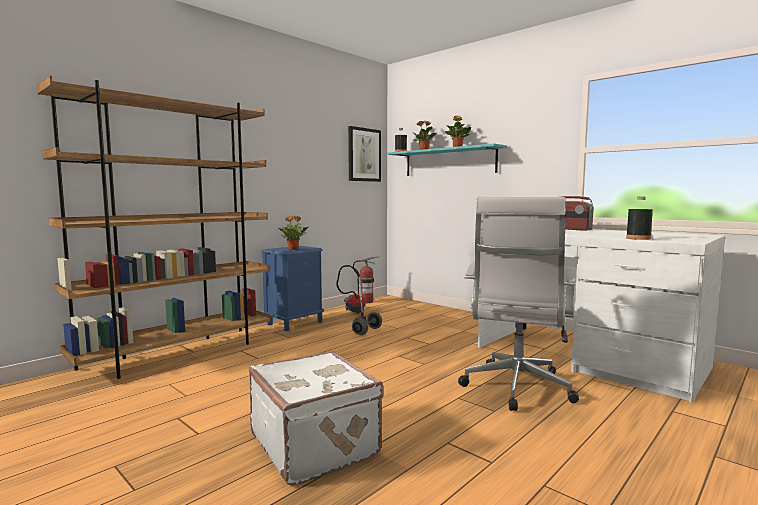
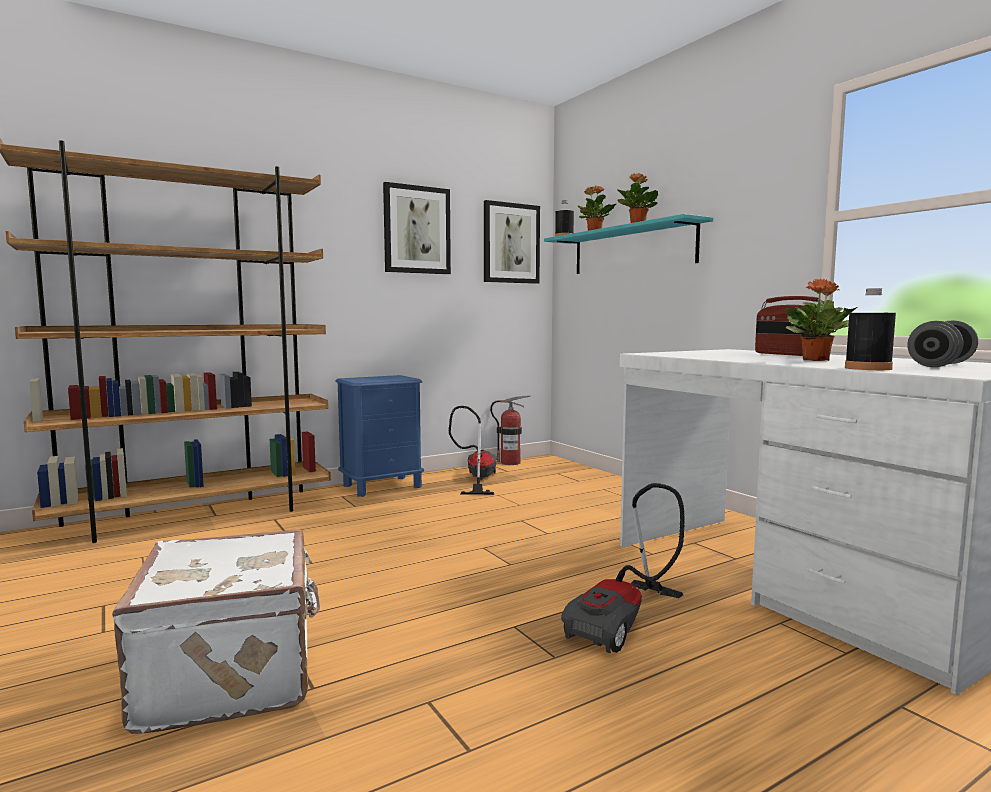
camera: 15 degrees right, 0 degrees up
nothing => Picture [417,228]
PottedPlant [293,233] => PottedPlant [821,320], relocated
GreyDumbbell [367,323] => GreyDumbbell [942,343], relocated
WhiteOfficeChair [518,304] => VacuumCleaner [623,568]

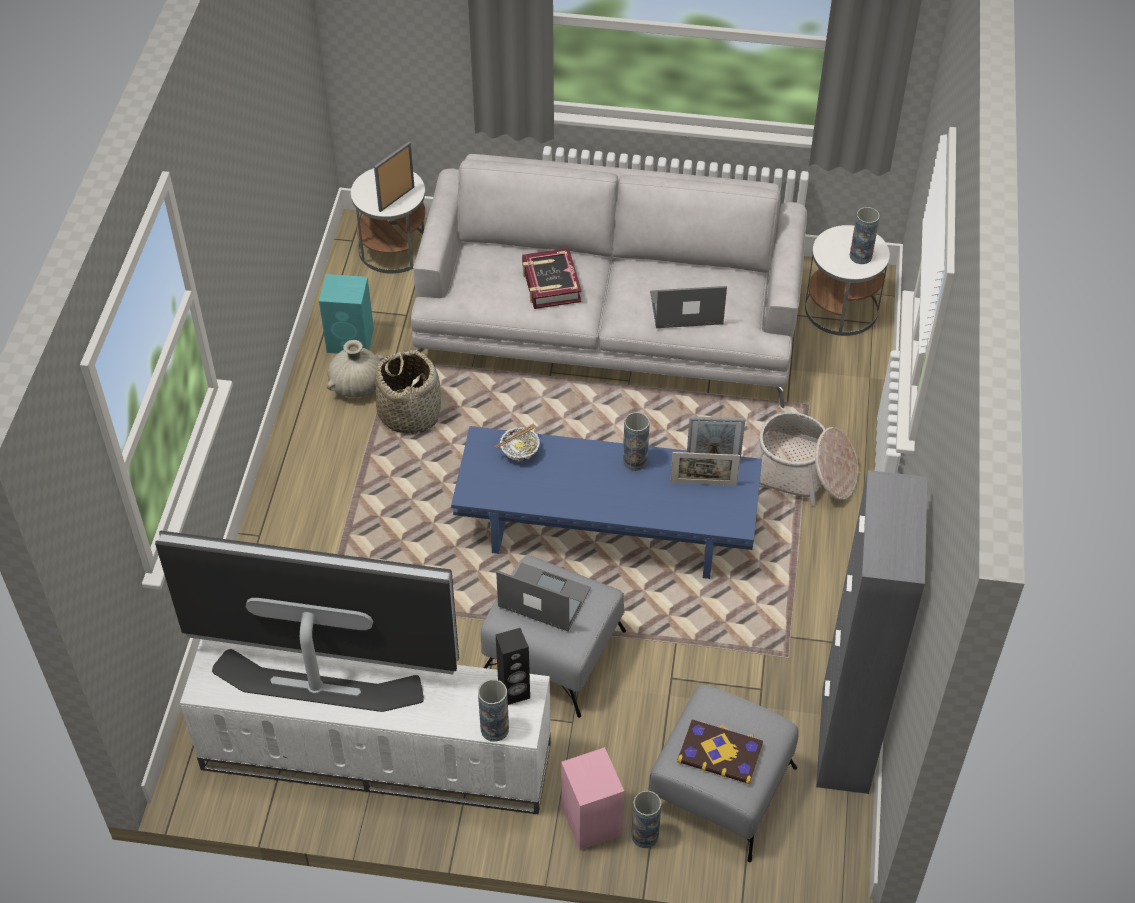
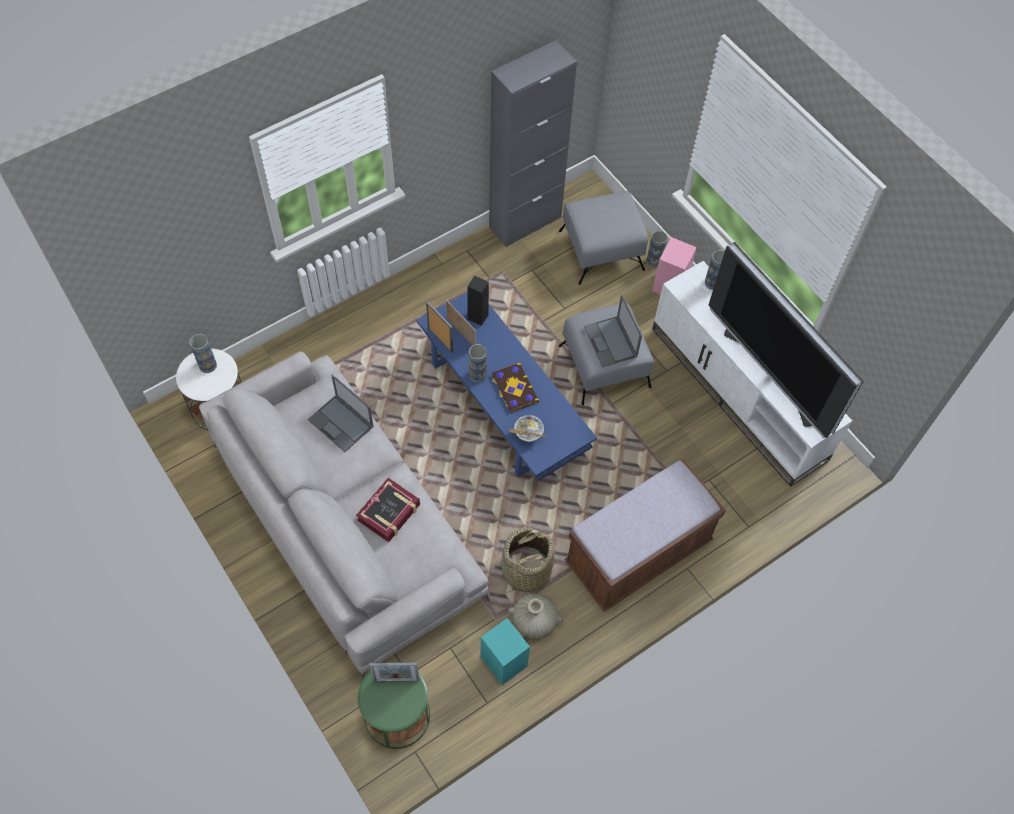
camera: 135 degrees left, 10 degrees up
Basket [804,459] => nothing
nothing => BrownBench [645,536]
BlackSpeaker [513,666] => BlackSpeaker [478,300], relocated
Book [720,751] => Book [515,388], relocated
WhiteSideTable [388,221] => GreenSideTable [394,705]

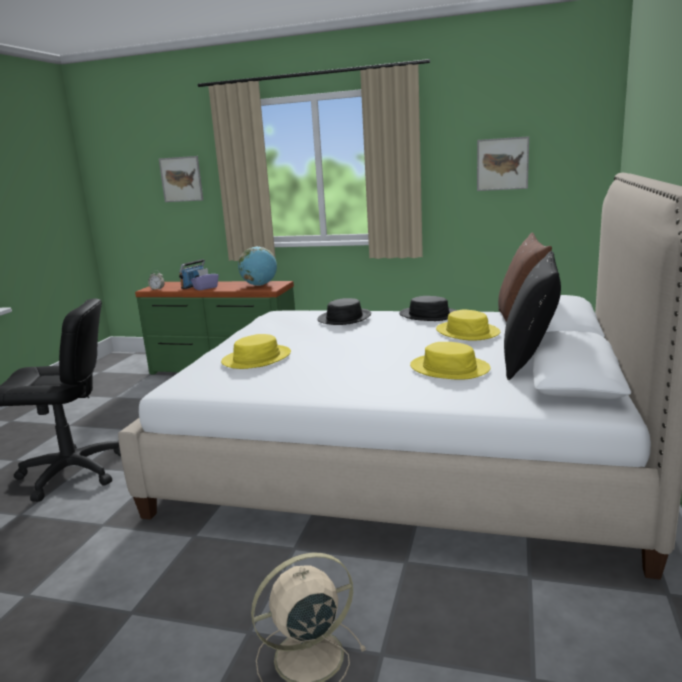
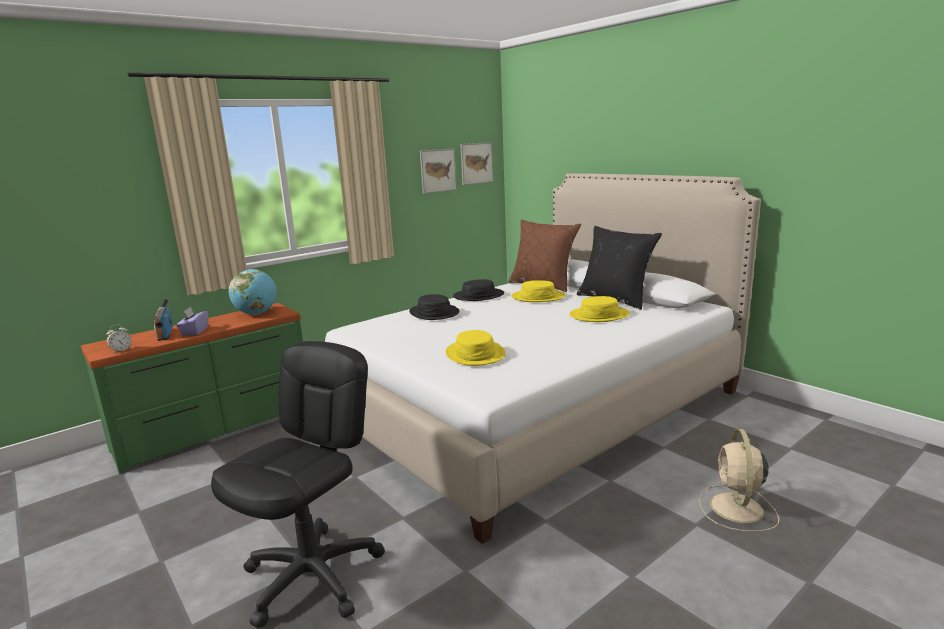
camera: 55 degrees left, 0 degrees up
Picture [181,179] => Picture [476,163], relocated

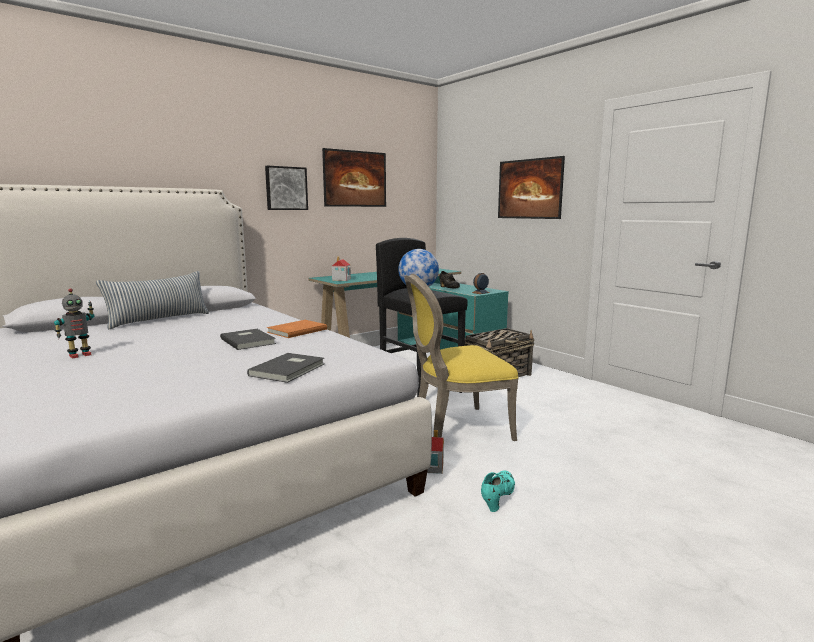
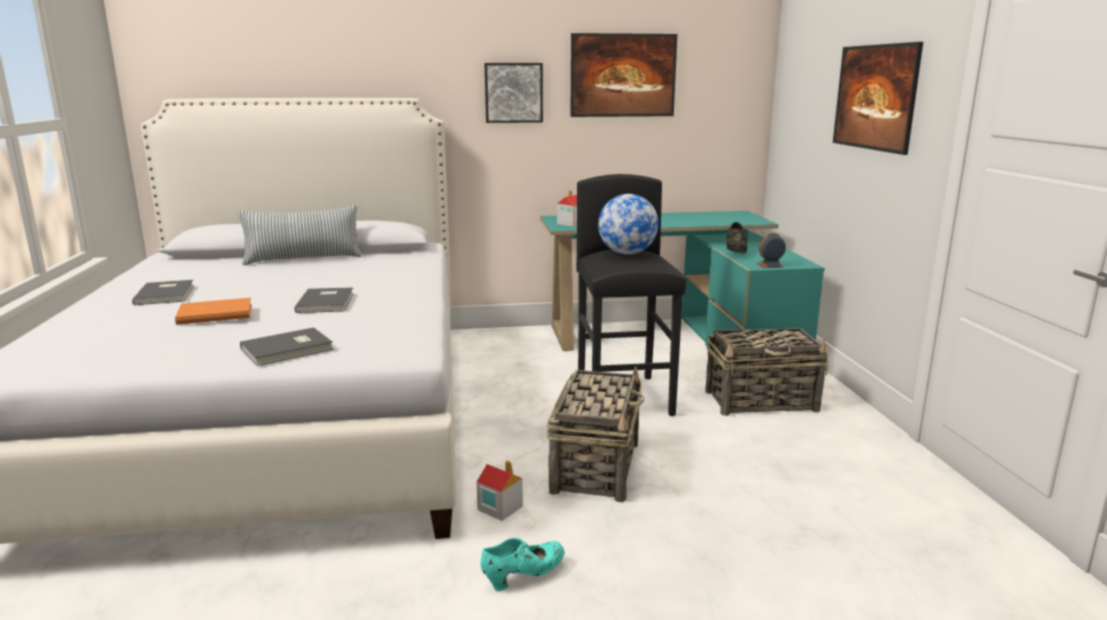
camera: 30 degrees right, 5 degrees up
OrangeBook [297,329] => OrangeBook [213,311], relocated
ToyRobot [74,323] => GreyBook [163,292]
YellowChair [461,357] => Basket [595,434]

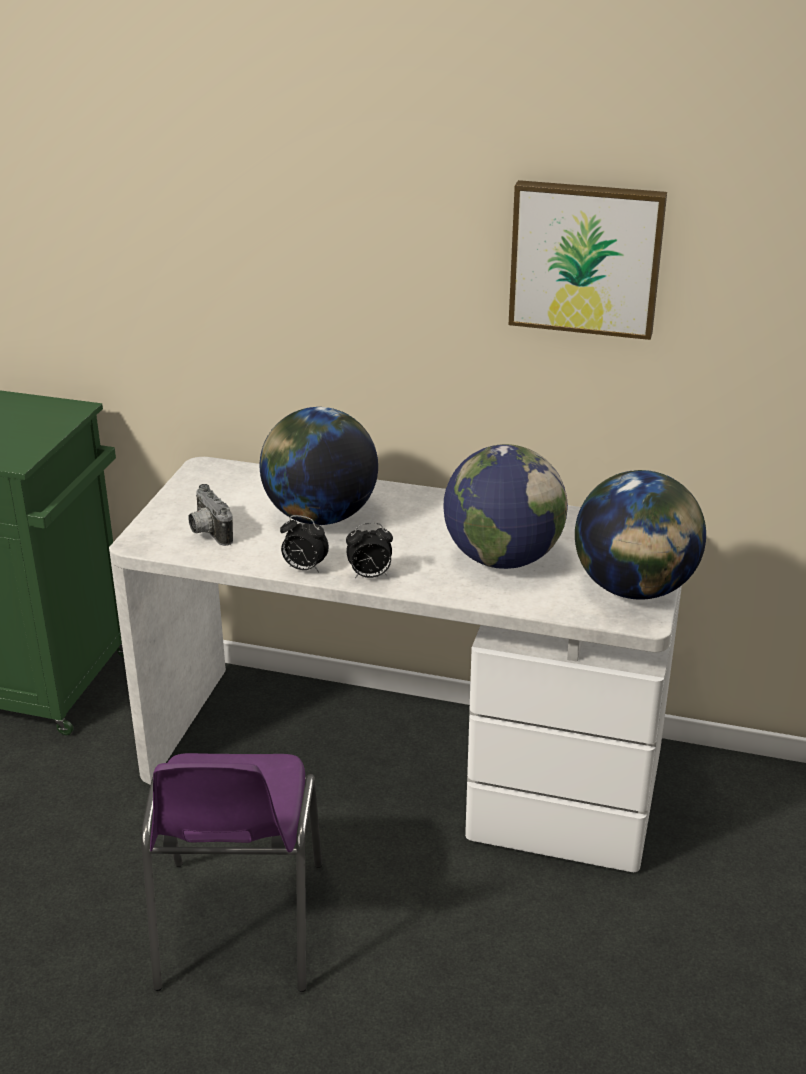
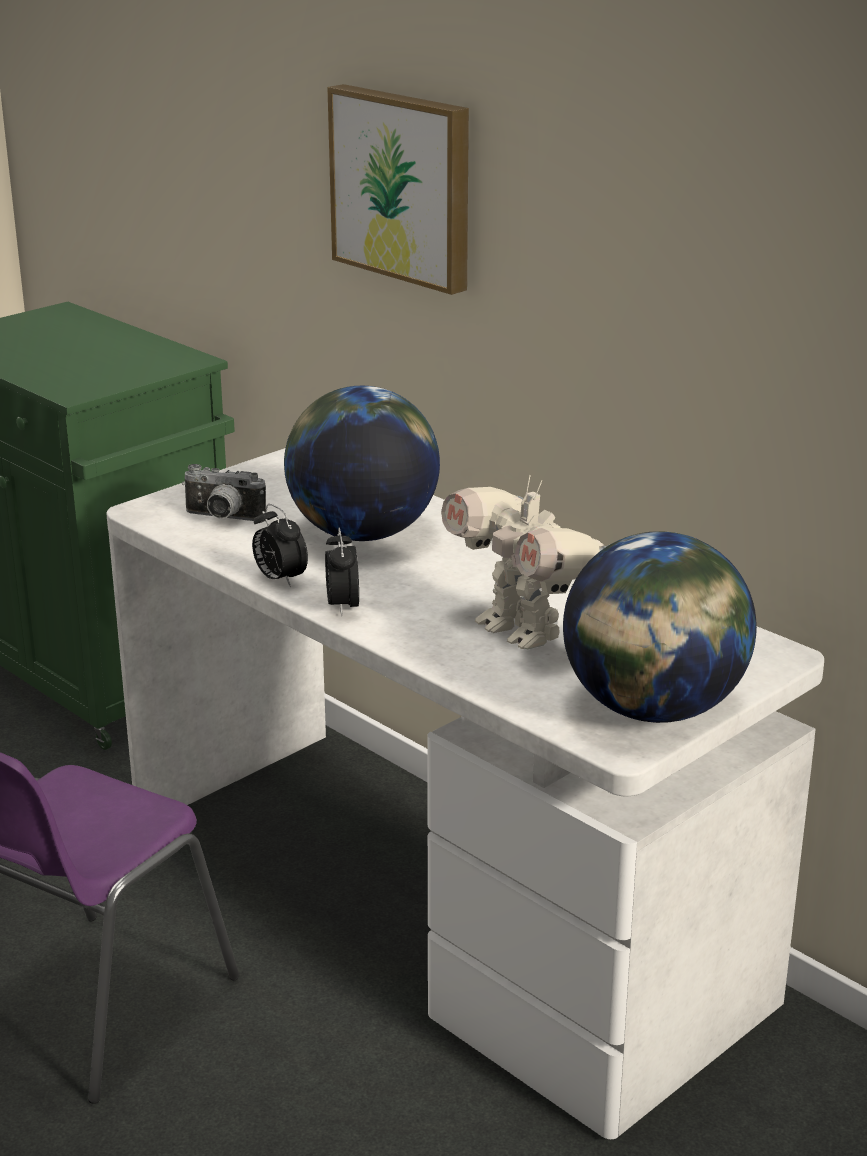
camera: 30 degrees right, 5 degrees down
Picture [588,260] => Picture [398,189], relocated
Globe [505,506] => ToyRobot [525,562]
PhotoCamera [210,515] => PhotoCamera [224,492], 75 degrees counterclockwise
AlarmClock [369,550] => AlarmClock [342,571], 60 degrees clockwise

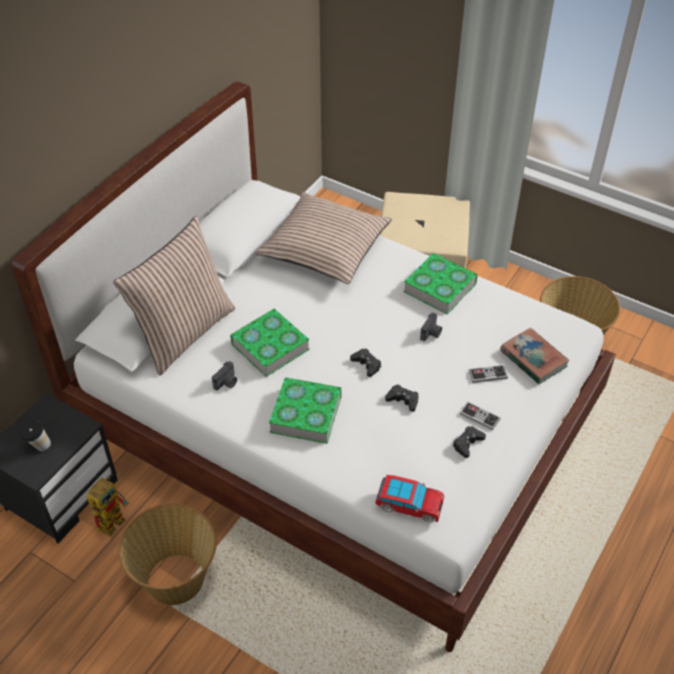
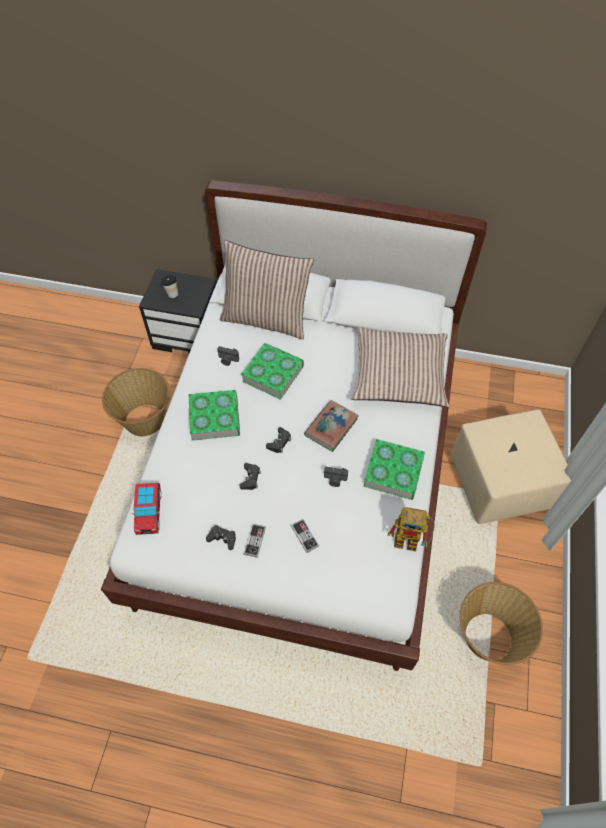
camera: 70 degrees right, 10 degrees up
ToyRobot [108,506] => ToyRobot [411,529], relocated
Book [535,356] => Book [331,426], relocated

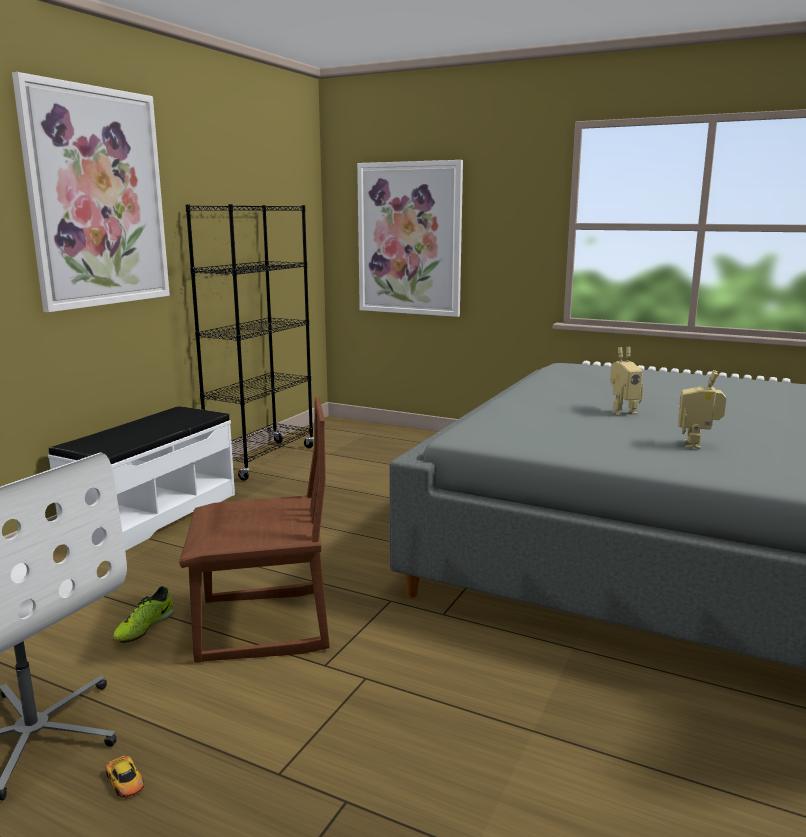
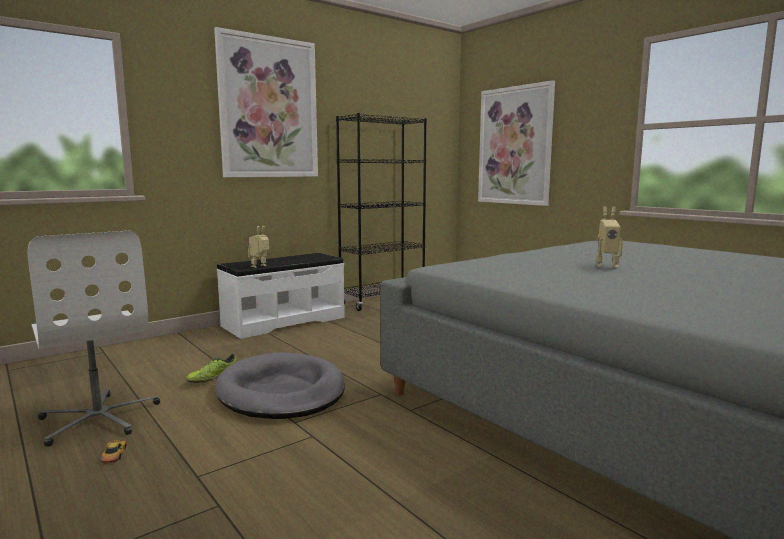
camera: 25 degrees right, 5 degrees down
ToyRobot [702,409] => ToyRobot [258,247], relocated
BrownChair [254,530] => GreyDogBed [280,385]

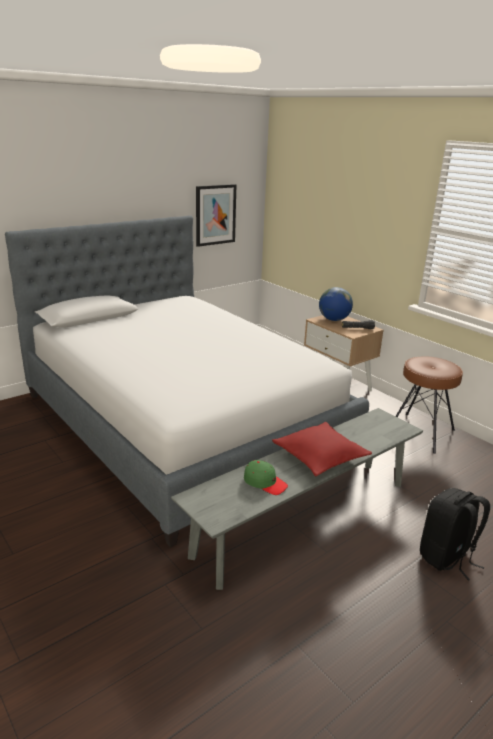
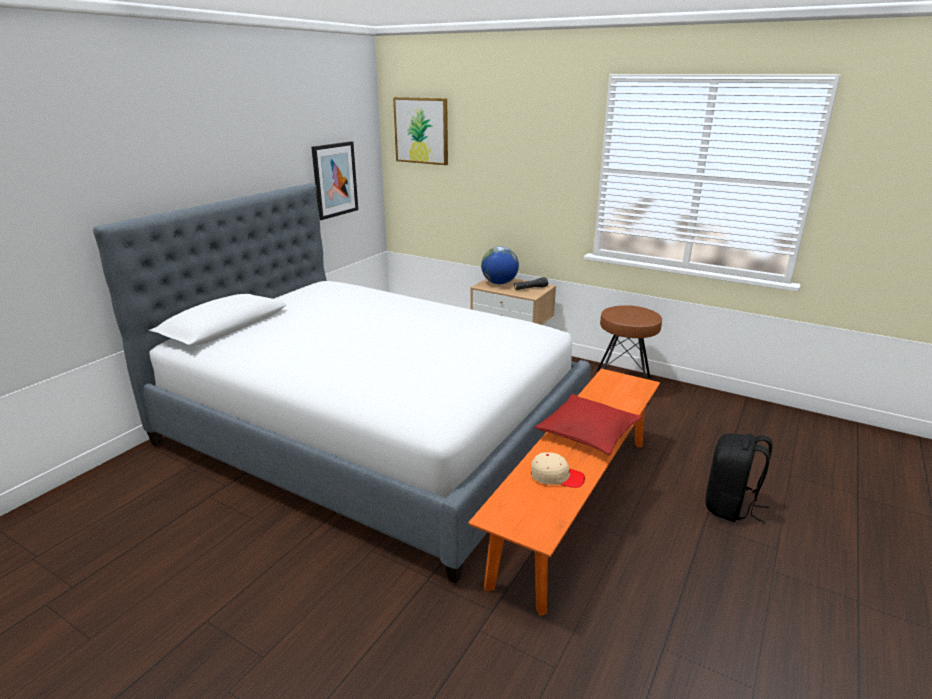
camera: 20 degrees left, 0 degrees up
nothing => Picture [420,131]
GreyBench [297,499] => OrangeBench [564,492]
GreenCap [266,477] => BeigeCap [558,470]

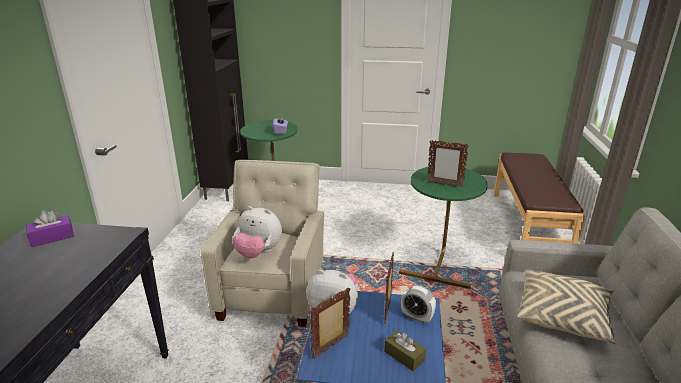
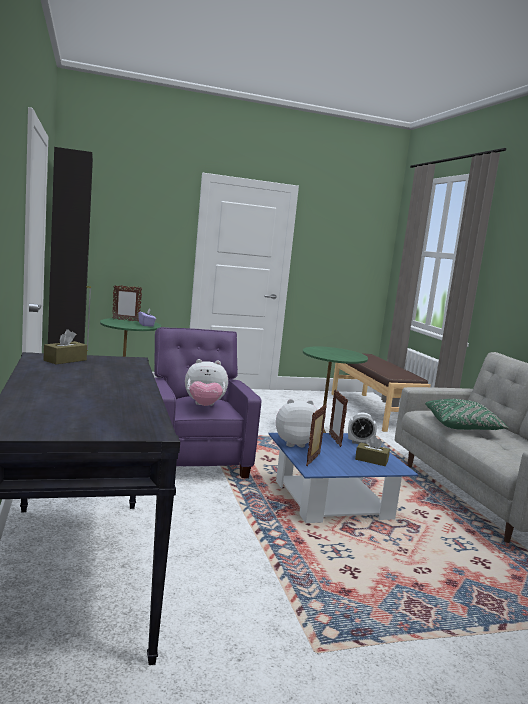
camera: 25 degrees left, 15 degrees down
PictureFrame [448,163] => PictureFrame [127,303], relocated
PurpleTissueBox [50,228] => BrownTissueBox [65,346]
BeigeArmchair [262,243] => PurpleArmchair [207,402]
BeigePillow [566,306] => GreenPillow [467,414]

